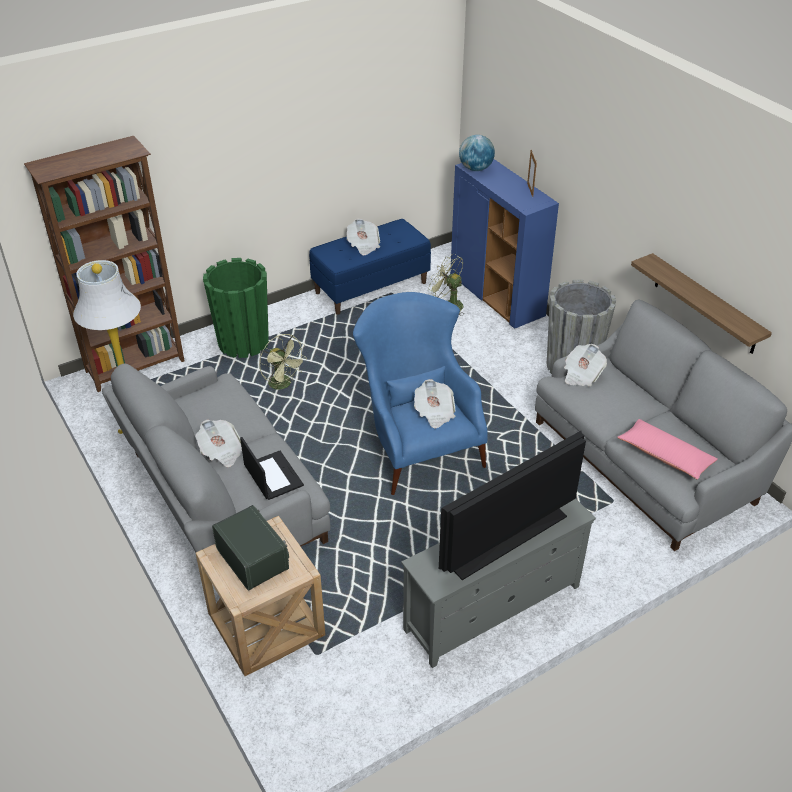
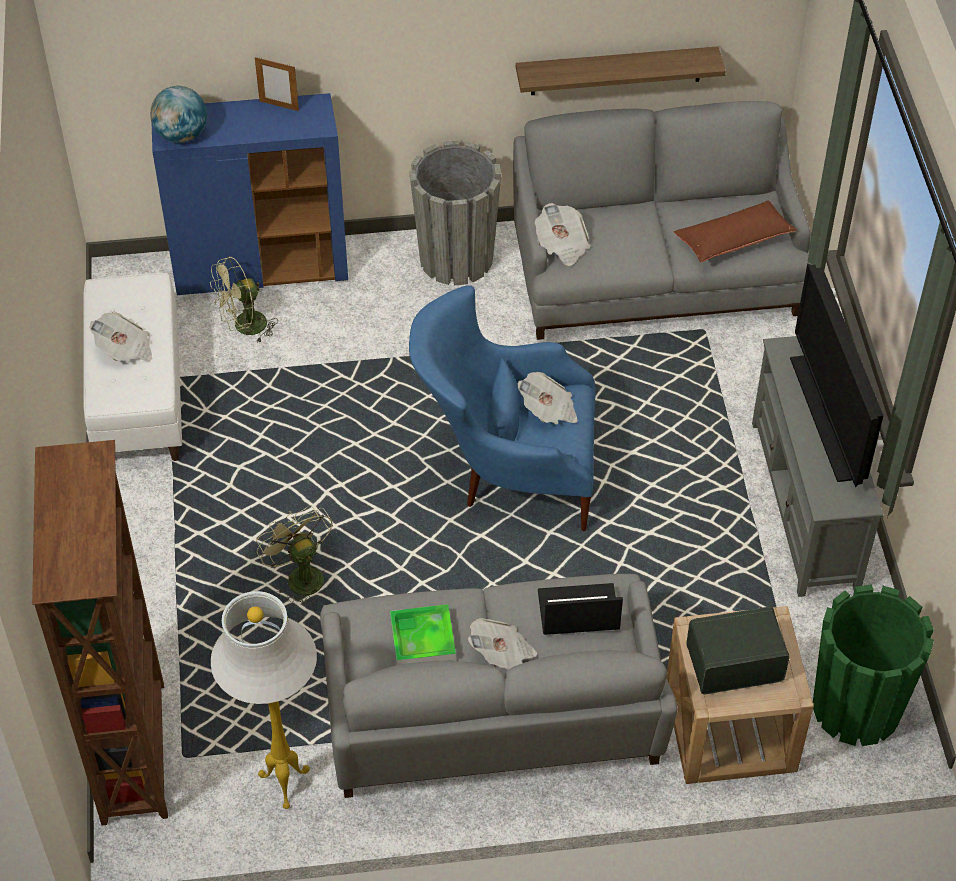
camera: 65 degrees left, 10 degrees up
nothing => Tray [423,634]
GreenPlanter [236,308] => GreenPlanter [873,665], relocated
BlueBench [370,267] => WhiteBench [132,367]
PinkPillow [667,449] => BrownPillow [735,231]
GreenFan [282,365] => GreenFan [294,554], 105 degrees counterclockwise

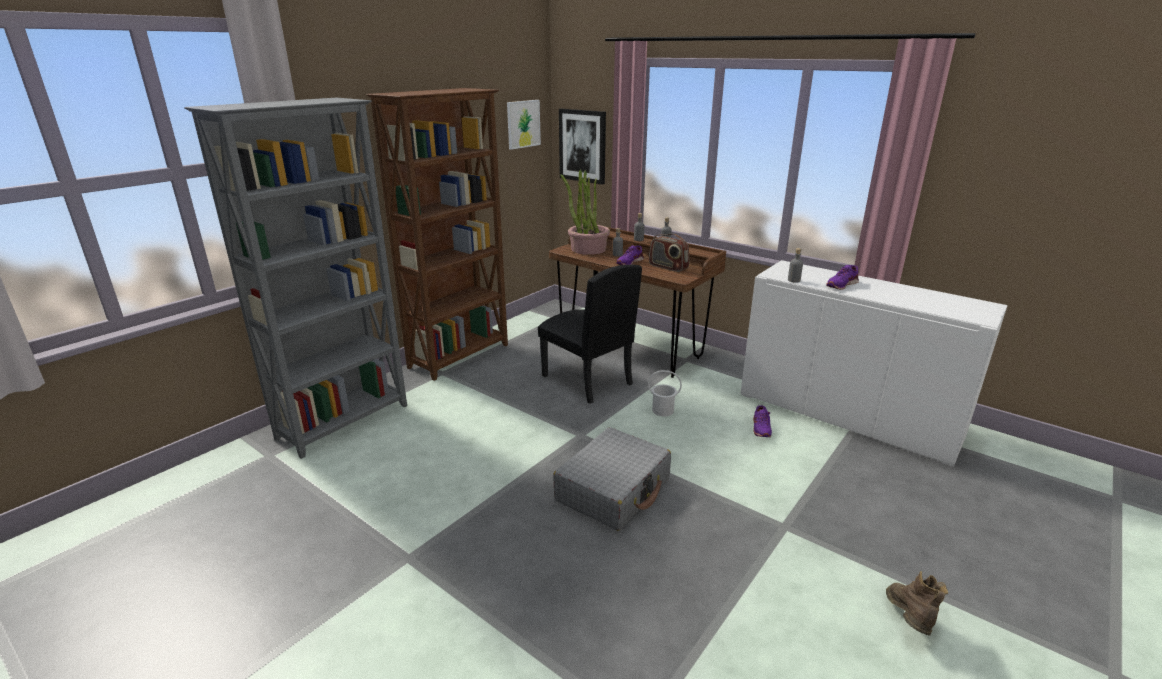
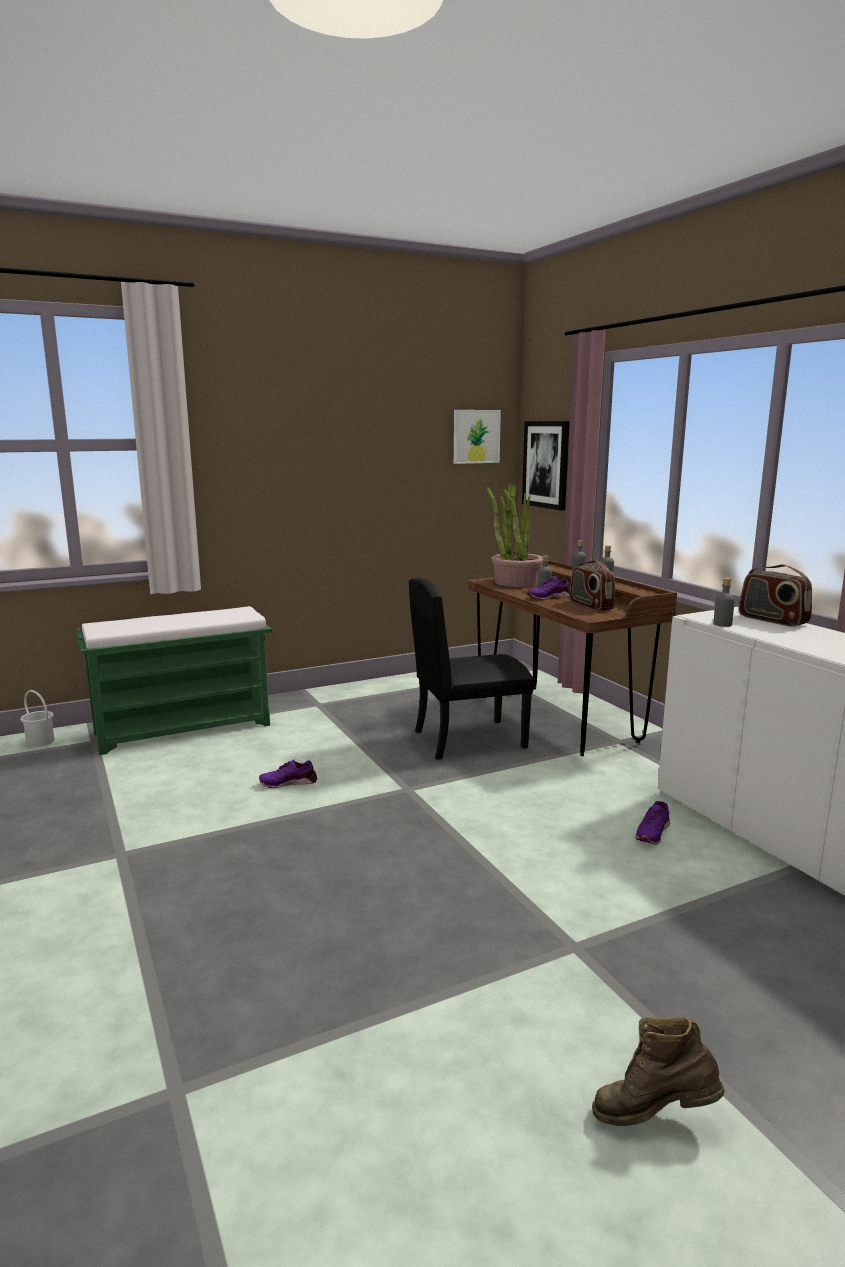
camera: 25 degrees right, 10 degrees down
BrownBookcase [437,234] => nothing
GreySuitcase [612,479] => nothing
nothing => Radio [775,595]
WhiteBucket [665,393] => WhiteBucket [37,718], relocated
PurpleShoe [842,277] => PurpleShoe [288,773], relocated
GreyBookcase [295,278] => GreenBench [174,680]
BlackChair [590,334] => BlackChair [471,669], 90 degrees clockwise
BrownBoot [917,603] => BrownBoot [658,1071], 120 degrees counterclockwise

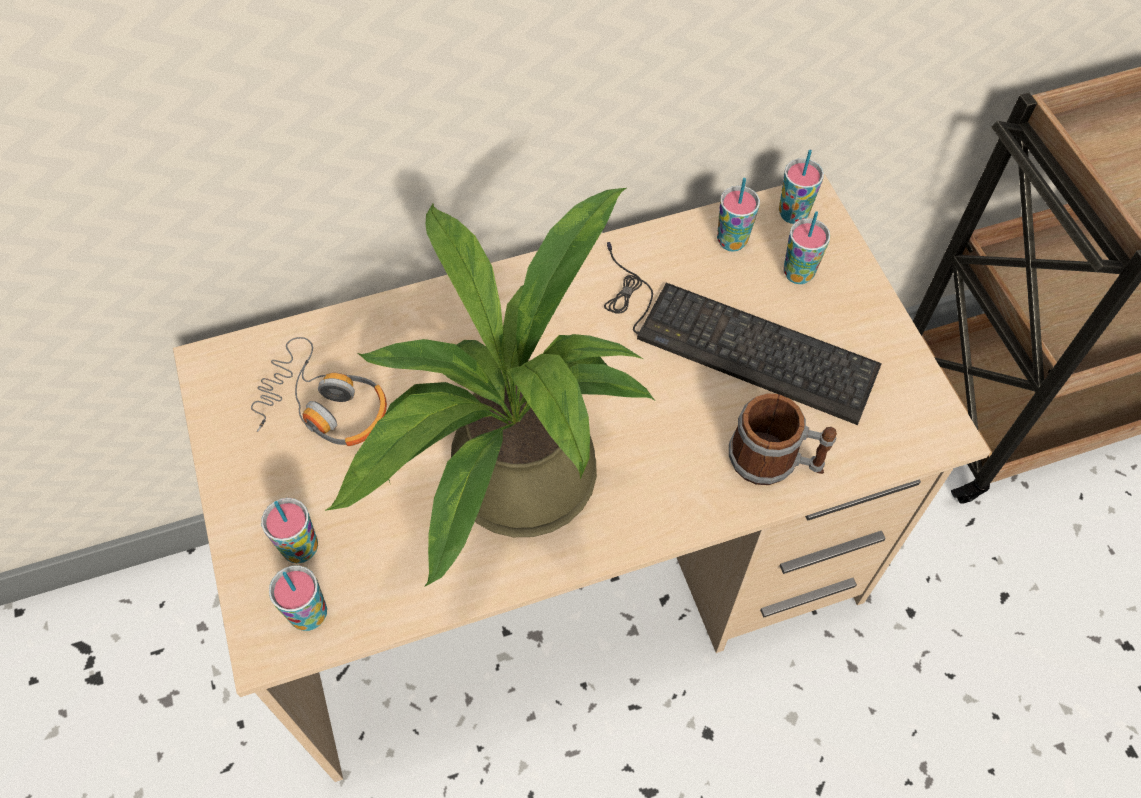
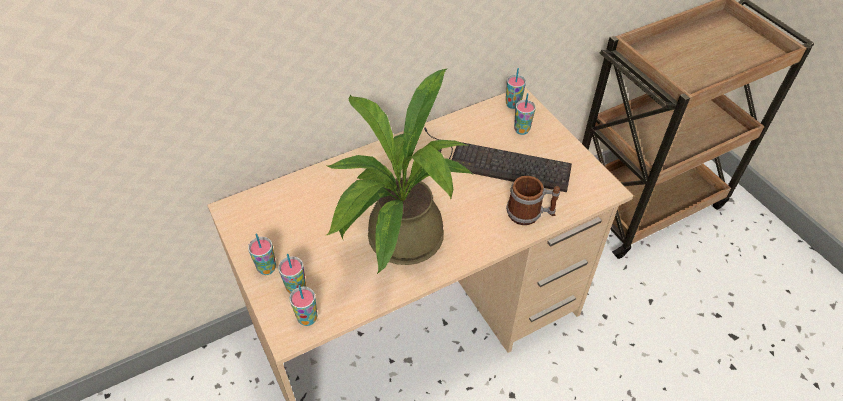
camera: 10 degrees left, 10 degrees down
Headphones [319,391] => nothing
Cup [738,215] => Cup [262,254], relocated

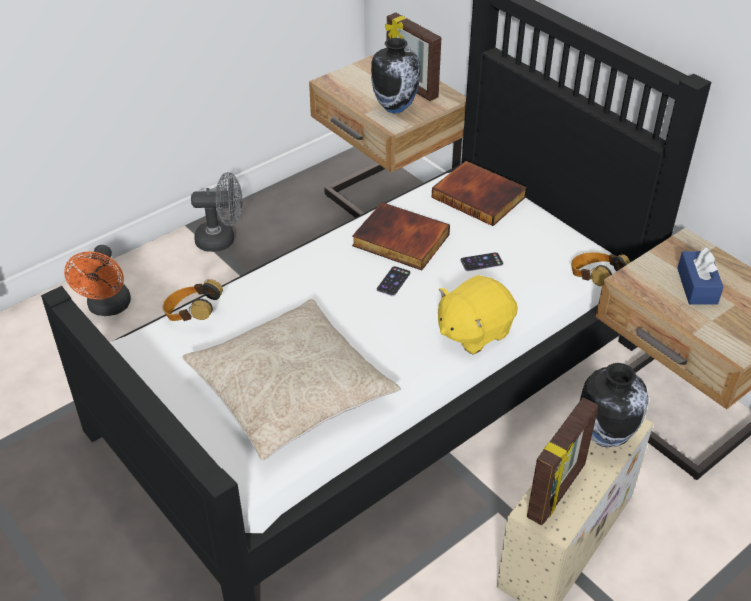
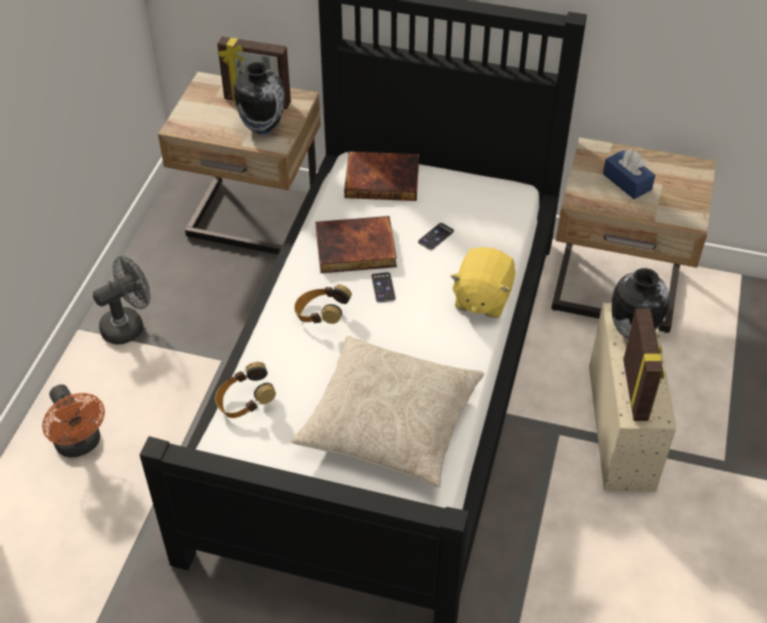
camera: 35 degrees left, 5 degrees up
Headphones [601,269] => Headphones [323,304], relocated

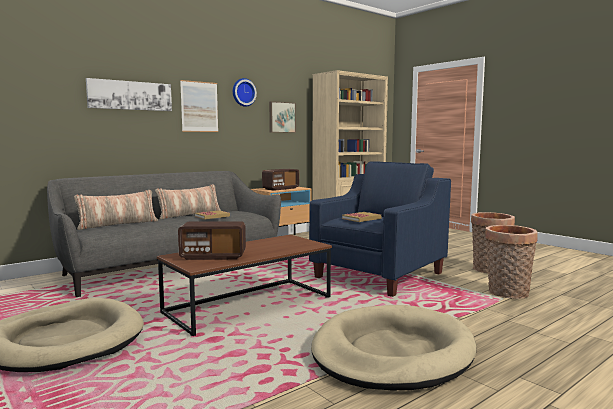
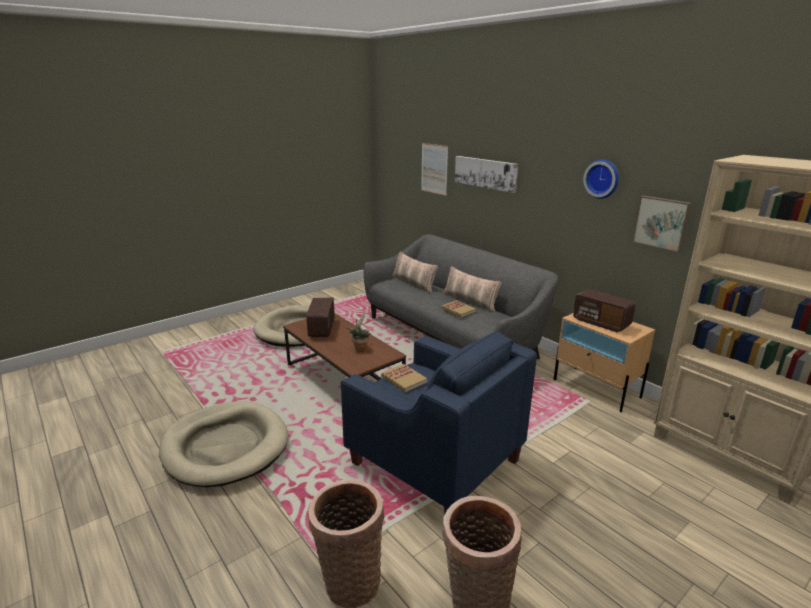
camera: 90 degrees right, 15 degrees up
nothing => PottedPlant [359,332]
Picture [199,106] => Picture [434,169], relocated

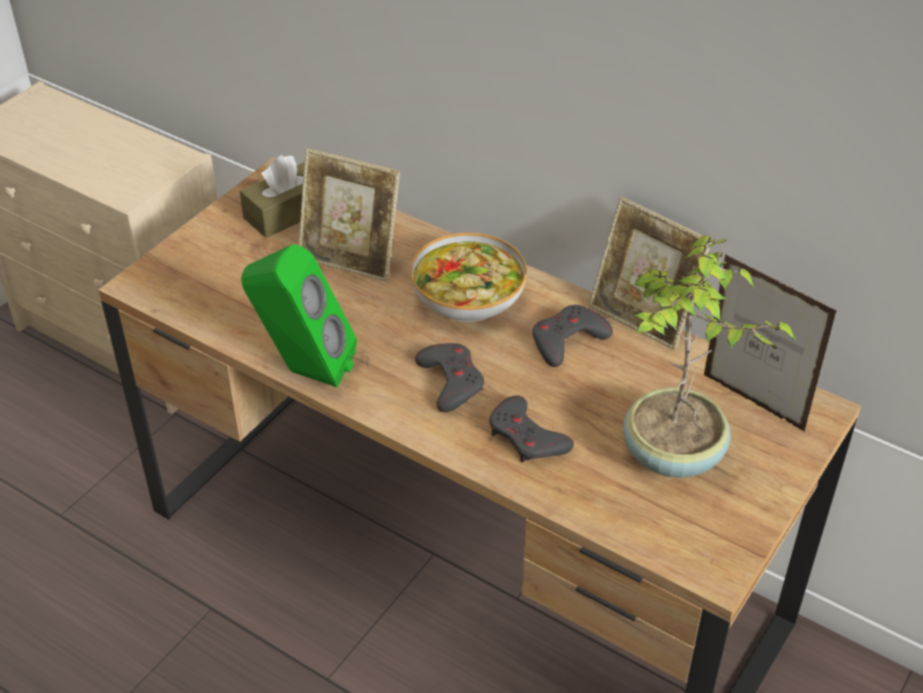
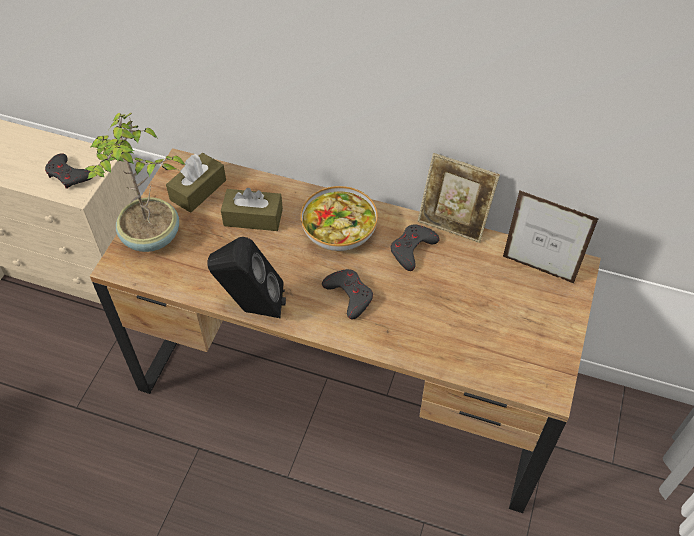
camera: 15 degrees left, 10 degrees up
GreyGameController [531,429] => GreyGameController [68,171], relocated
PottedPlant [709,356] => PottedPlant [135,182], relocated
PictureFrame [349,215] => BrownTissueBox [252,209]
GreenSpeaker [299,315] => BlackSpeaker [246,277]

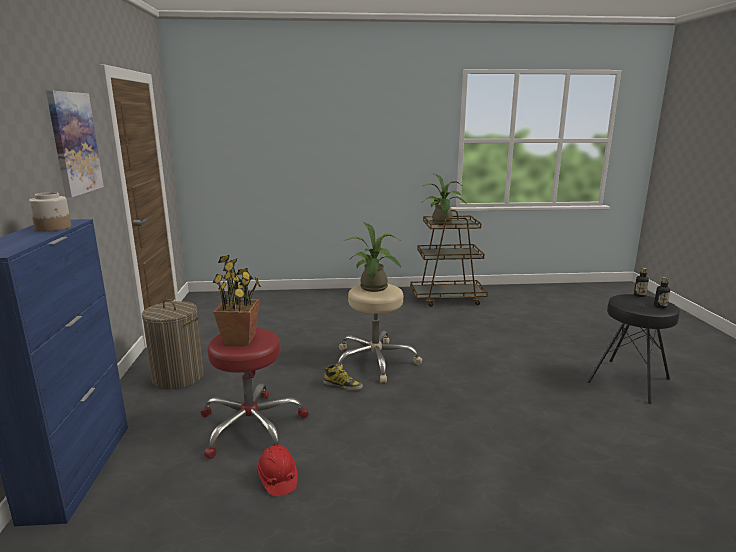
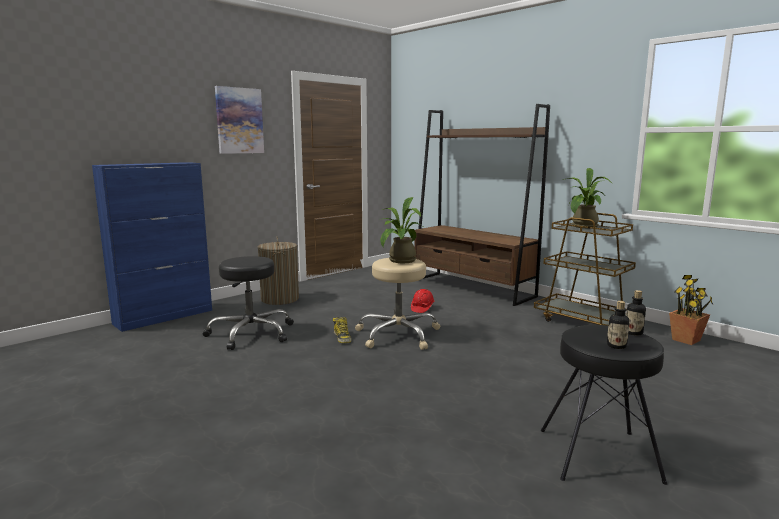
camera: 50 degrees right, 5 degrees down
Jar [50,212] => nothing
nothing => BrownBookcase [482,205]
PottedPlant [236,300] => PottedPlant [691,310], relocated
RedHardHat [277,470] => RedHardHat [423,301], relocated
RedStool [255,393] => BlackStool [248,303]

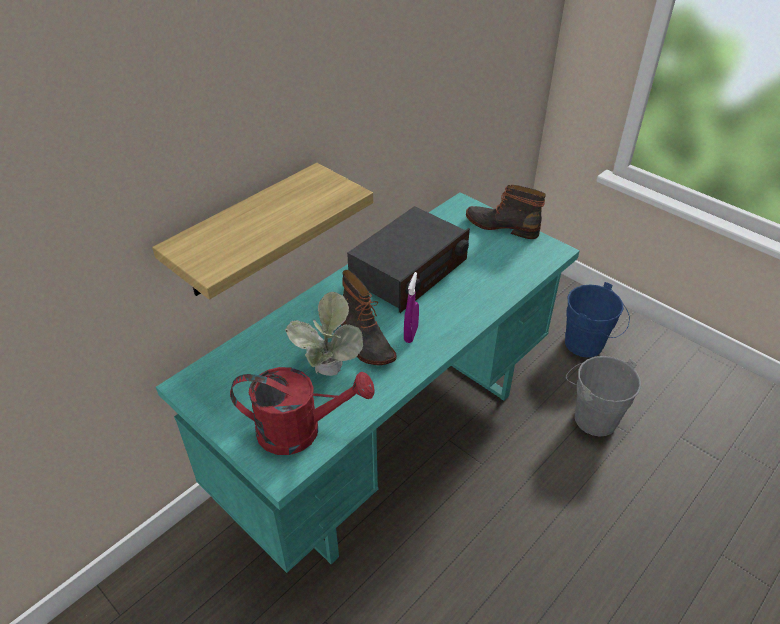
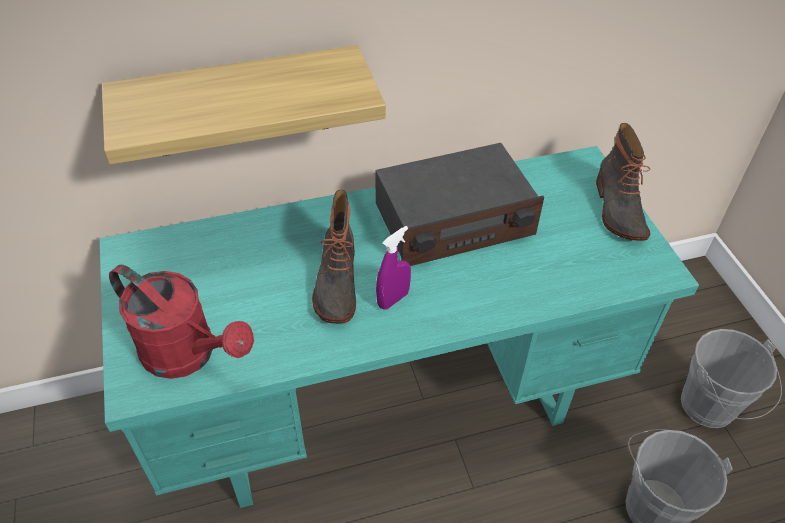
camera: 30 degrees right, 5 degrees up
PottedPlant [323,334] => nothing
BlueBucket [597,320] => GreyBucket [731,378]
Boot [506,212] => Boot [623,182], 150 degrees counterclockwise

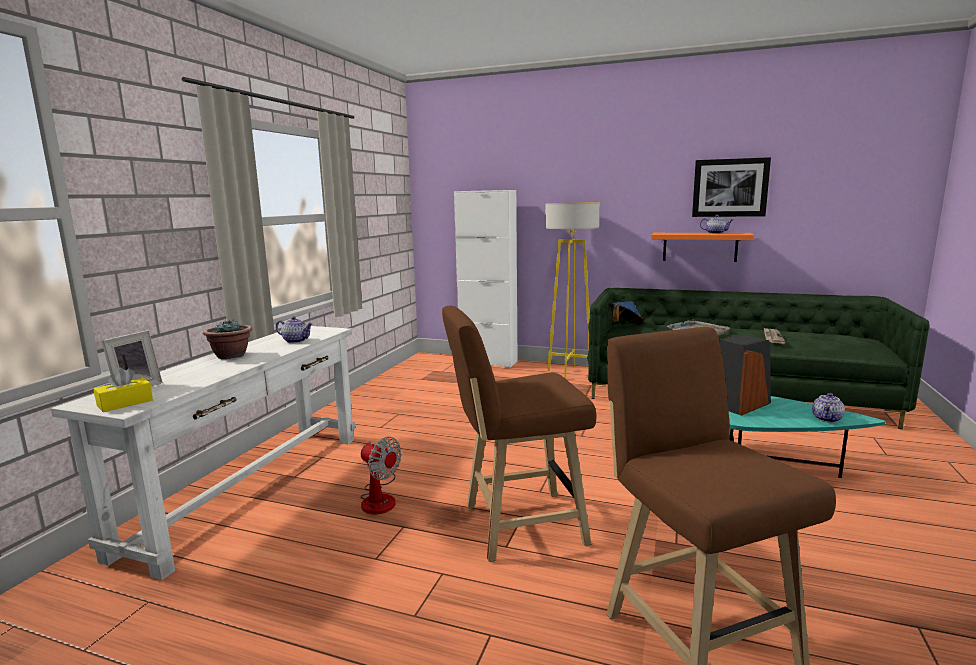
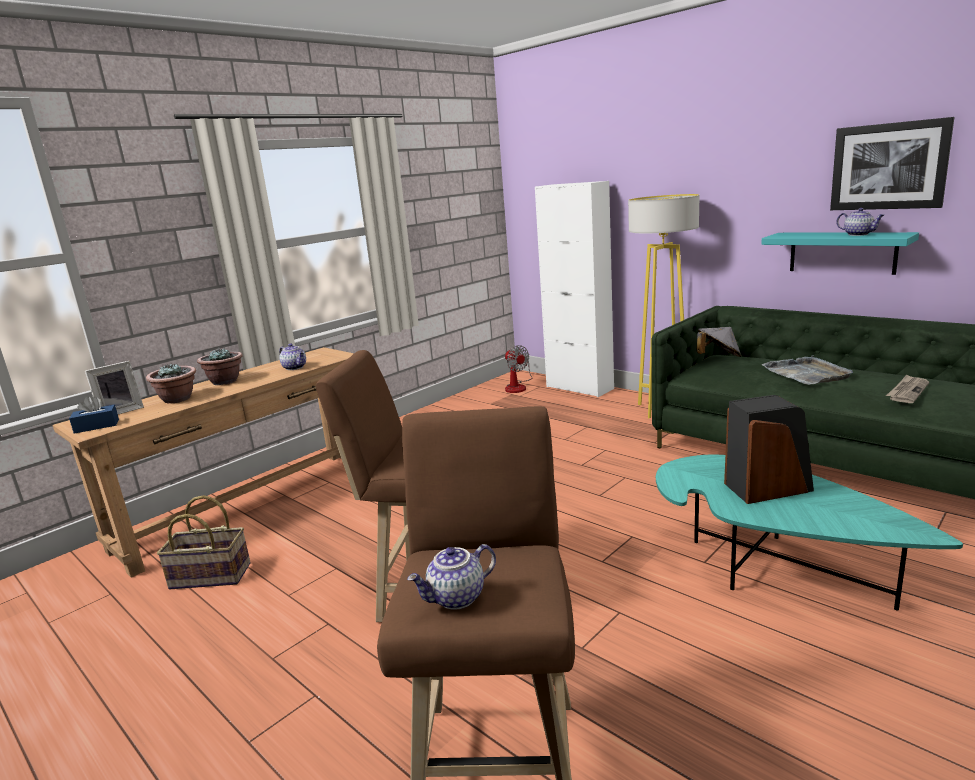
camera: 25 degrees right, 5 degrees up
nothing => PottedPlant [171,384]
nothing => Basket [203,542]
Fan [381,475] => Fan [518,369], relocated
Teapot [828,408] => Teapot [451,576], relocated
WhiteConsoleTable [203,453] => BrownConsoleTable [203,462]
YellowTissueBox [123,390] => BlueTissueBox [94,415]
BlueHat [626,312] => GreyHat [719,342]
OrangeShelf [702,247] => TurquoiseShelf [840,253]

